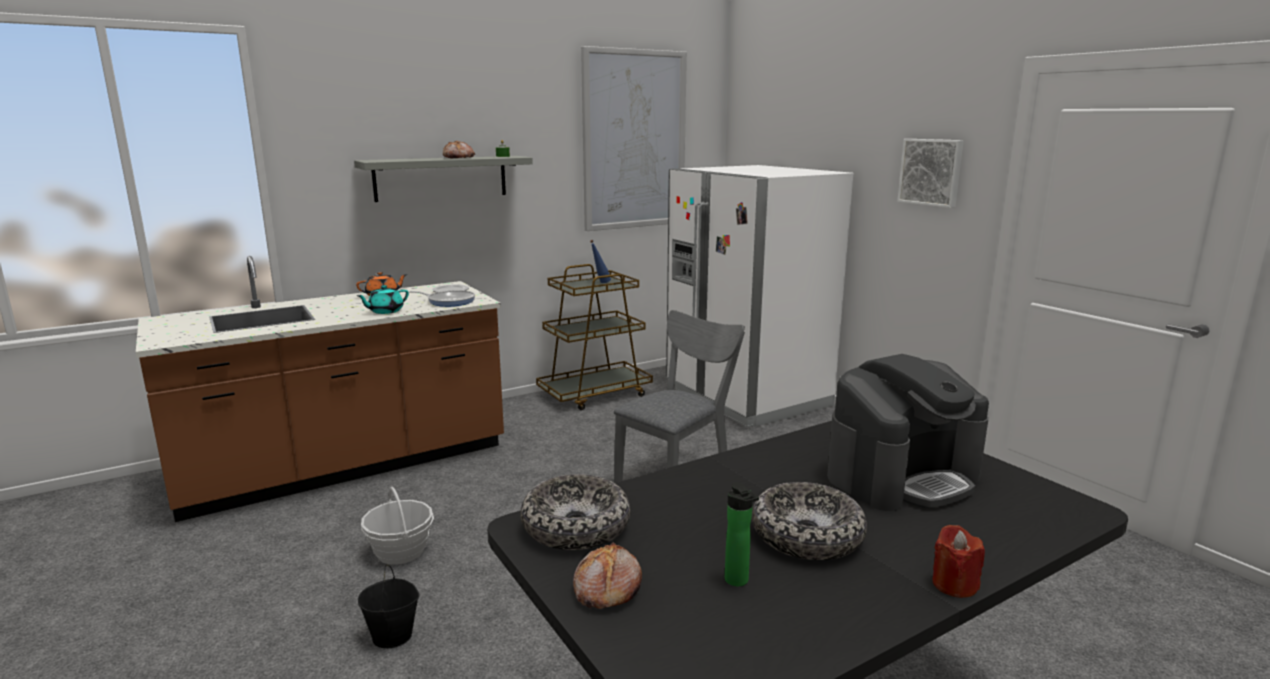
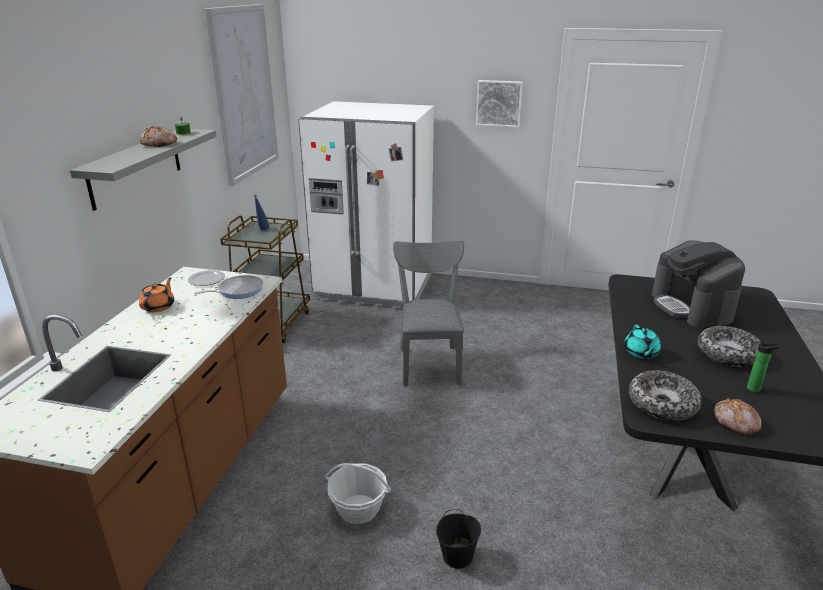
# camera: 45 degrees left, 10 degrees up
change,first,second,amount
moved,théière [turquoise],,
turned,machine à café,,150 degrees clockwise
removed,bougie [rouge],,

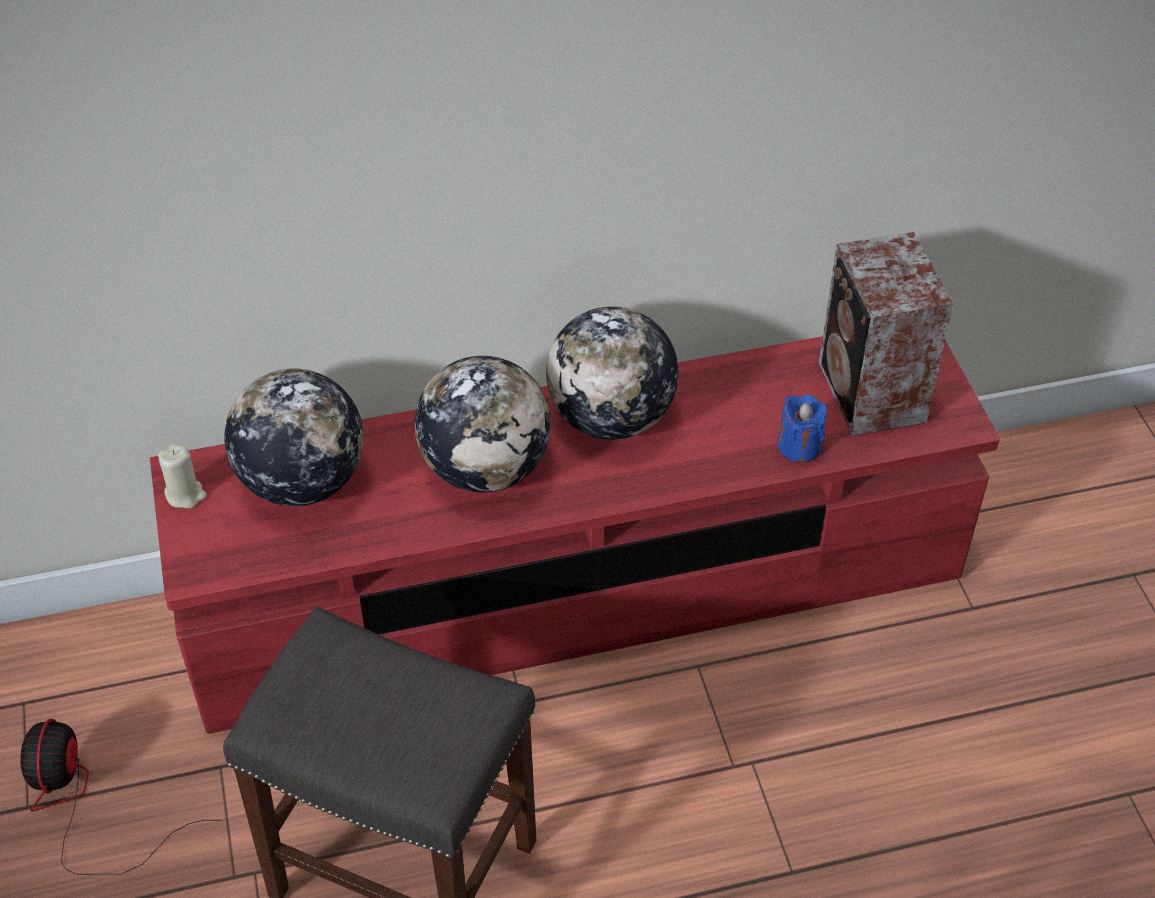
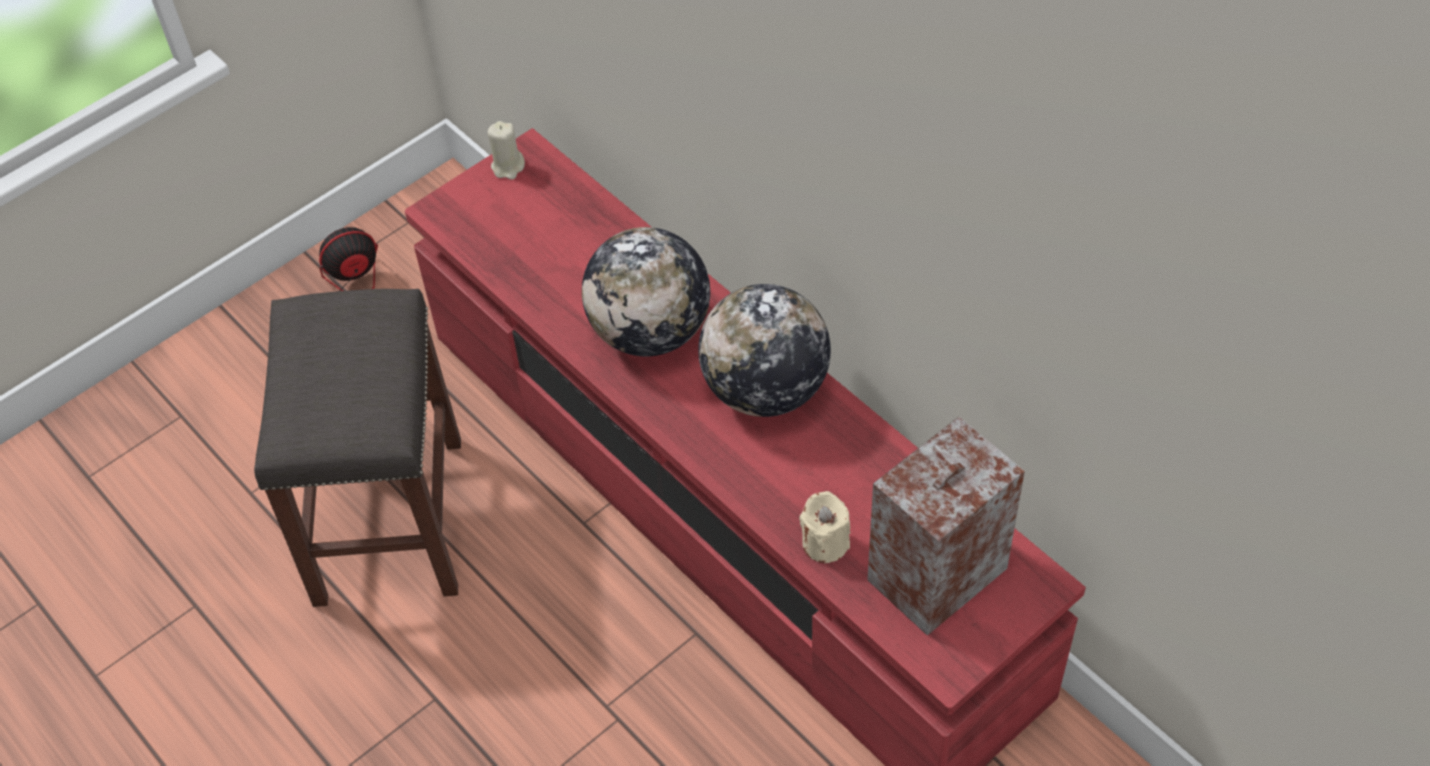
# camera: 65 degrees right, 5 degrees up
change,first,second,amount
removed,globe (1st from left),,
recoloured,bougie [bleu],bougie [beige] (2nd from left),

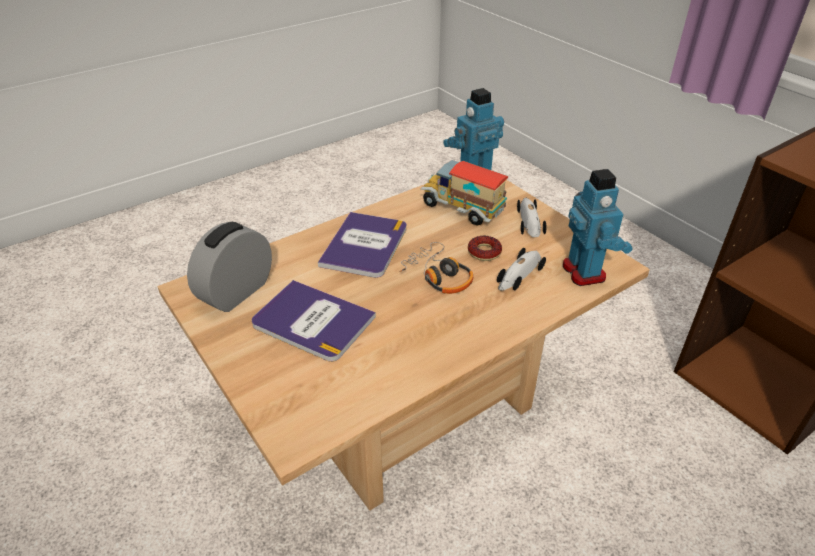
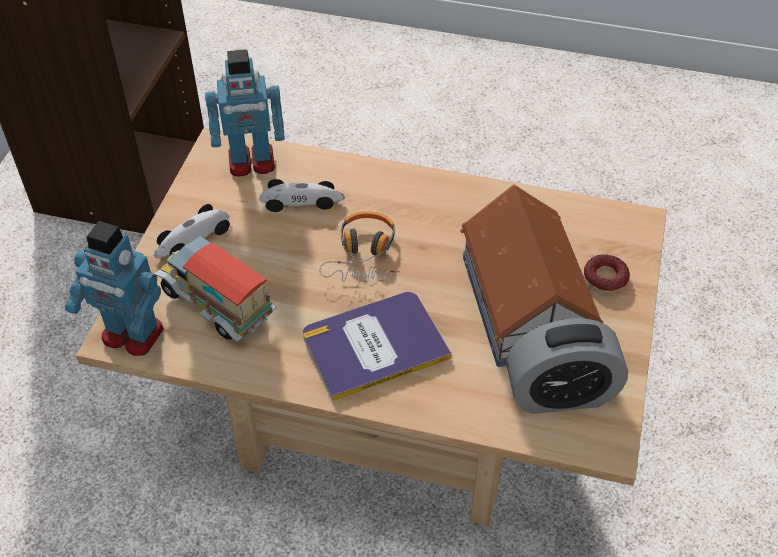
# camera: 130 degrees left, 10 degrees up
change,first,second,amount
replaced,livre (1st from left),maison miniature,
turned,camion jouet,,135 degrees clockwise
moved,beignet,,
turned,robot jouet (2nd from left),,135 degrees counterclockwise

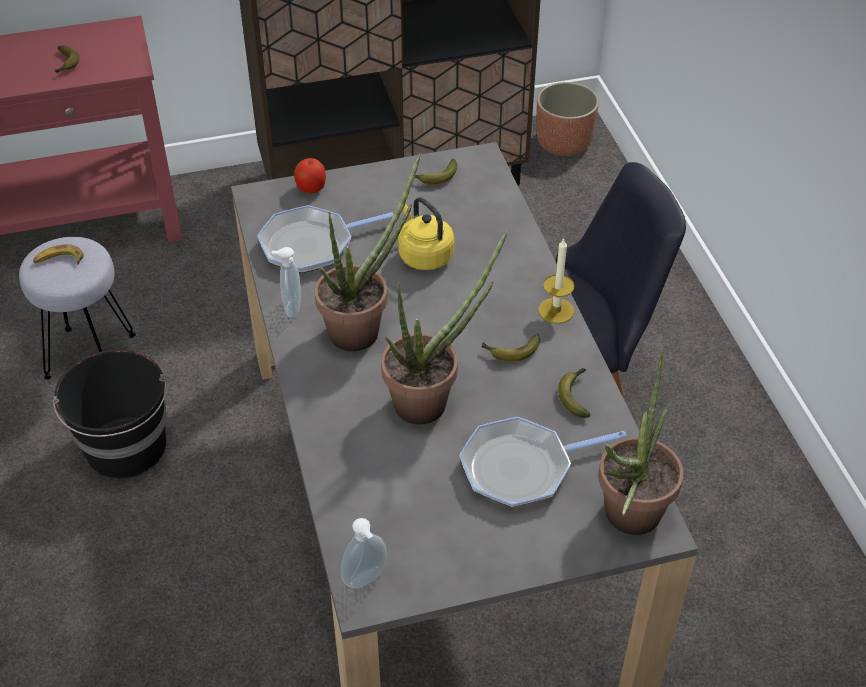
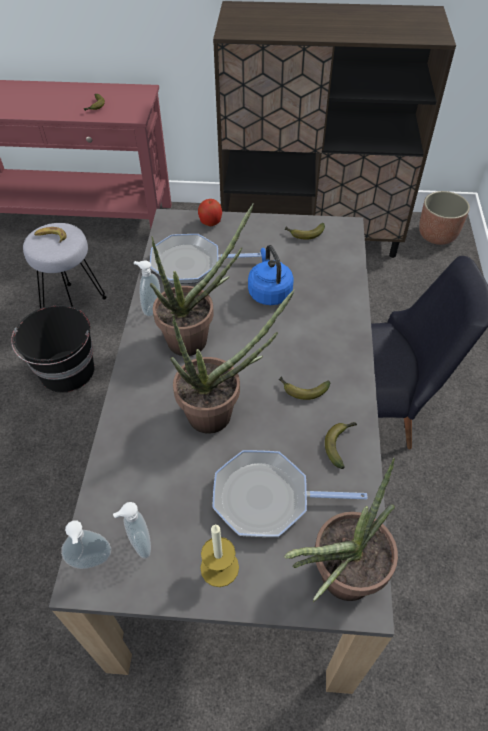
# camera: 20 degrees right, 5 degrees up
change,first,second,amount
recoloured,bouilloire [jaune],bouilloire [bleu],
moved,bougie,,
added,,distributeur de savon (2nd from left),

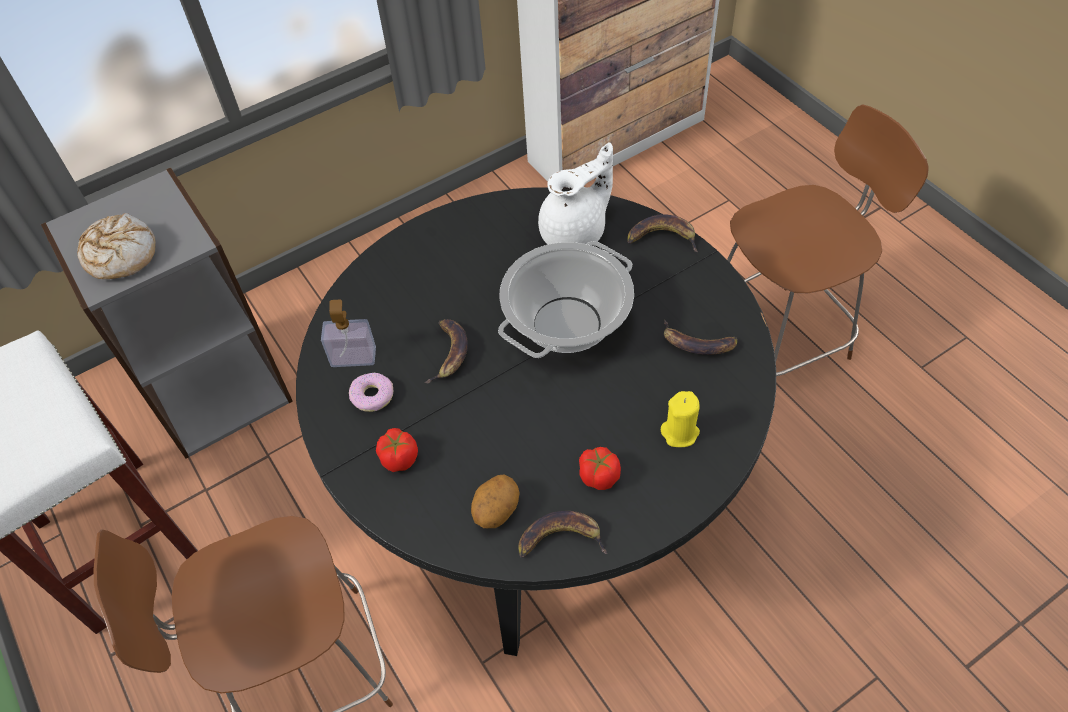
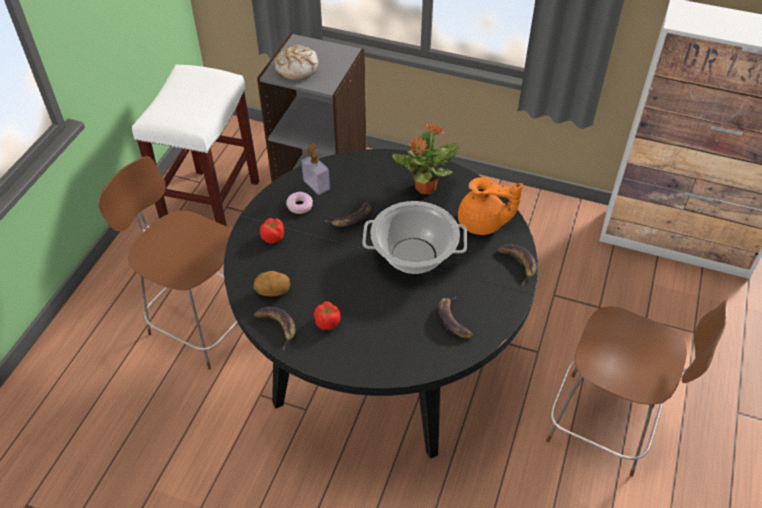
# camera: 50 degrees right, 5 degrees down
change,first,second,amount
recoloured,théière [blanc],théière [orange],
removed,bougie [jaune],,
added,,plante en pot,

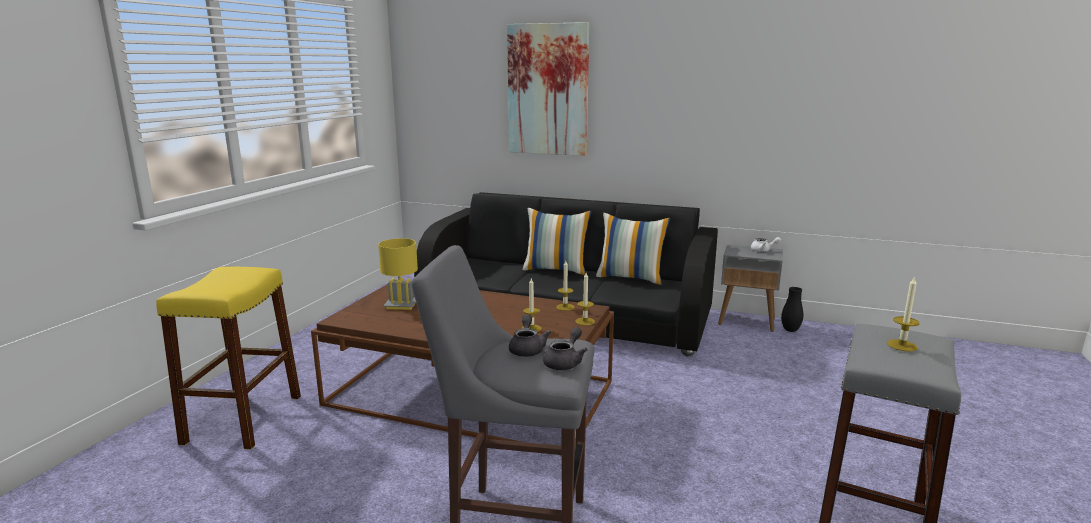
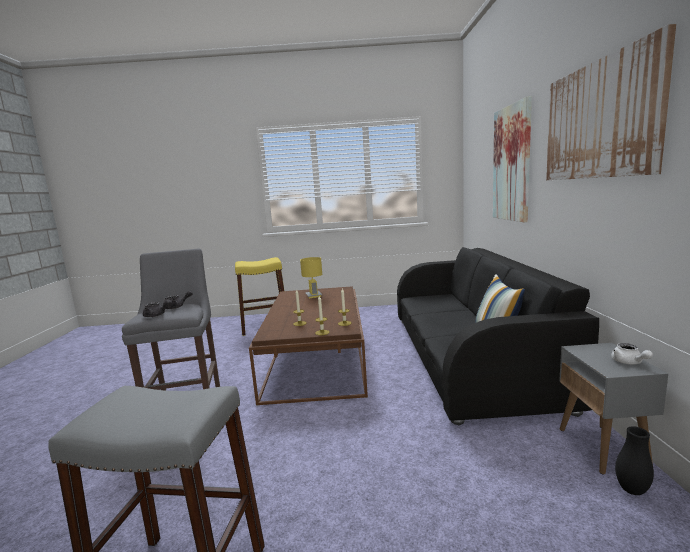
# camera: 70 degrees right, 5 degrees down
change,first,second,amount
removed,coussin (1st from left),,
removed,bougie (4th from left),,
added,,tableau (2nd from left),

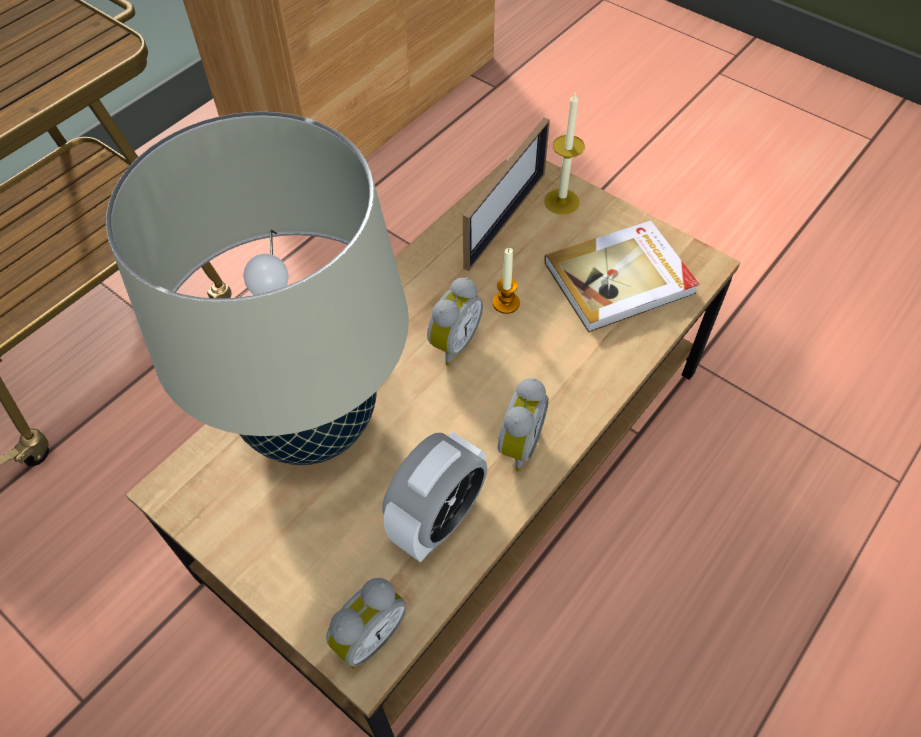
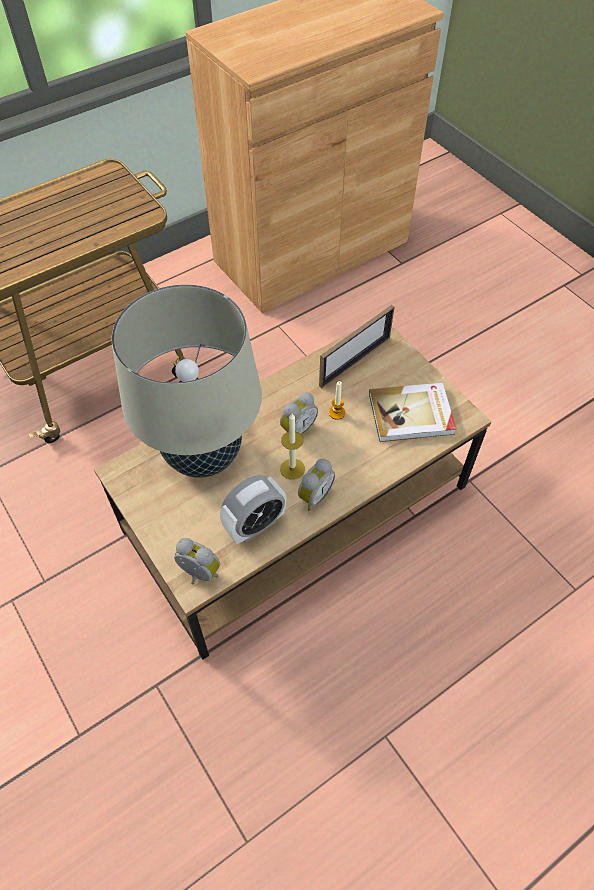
# camera: 15 degrees right, 0 degrees up
change,first,second,amount
turned,réveil (1st from left),,120 degrees counterclockwise
moved,bougie (2nd from left in the first image),bougie (1st from left),

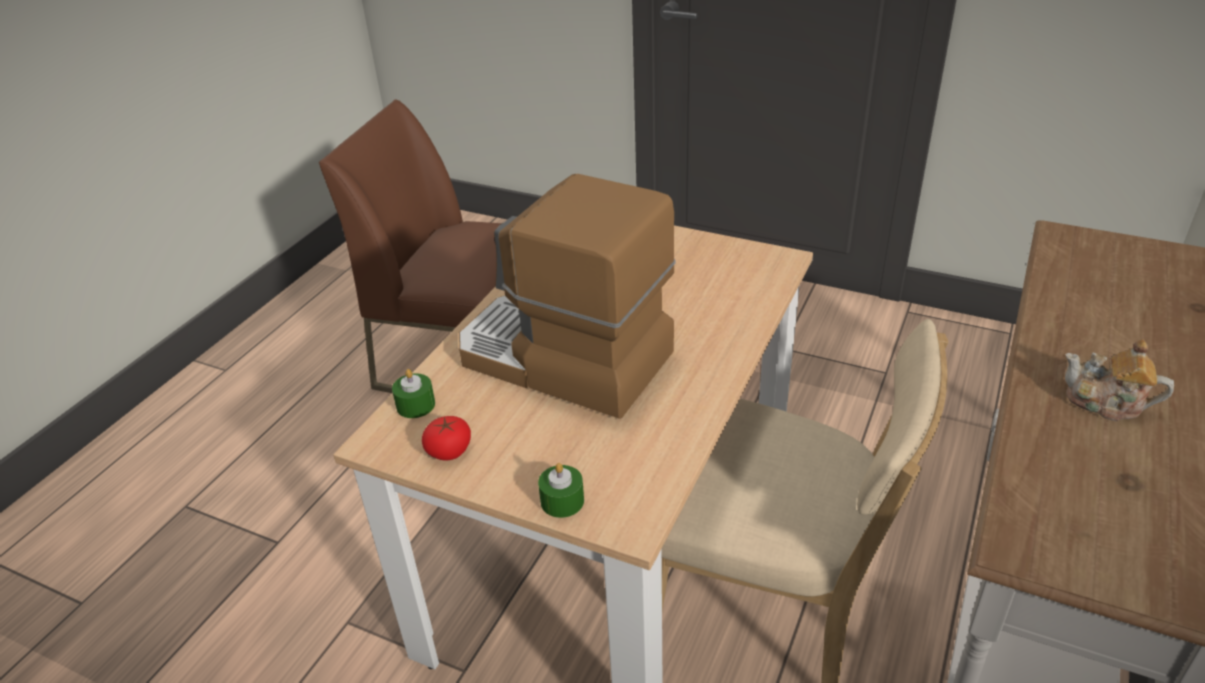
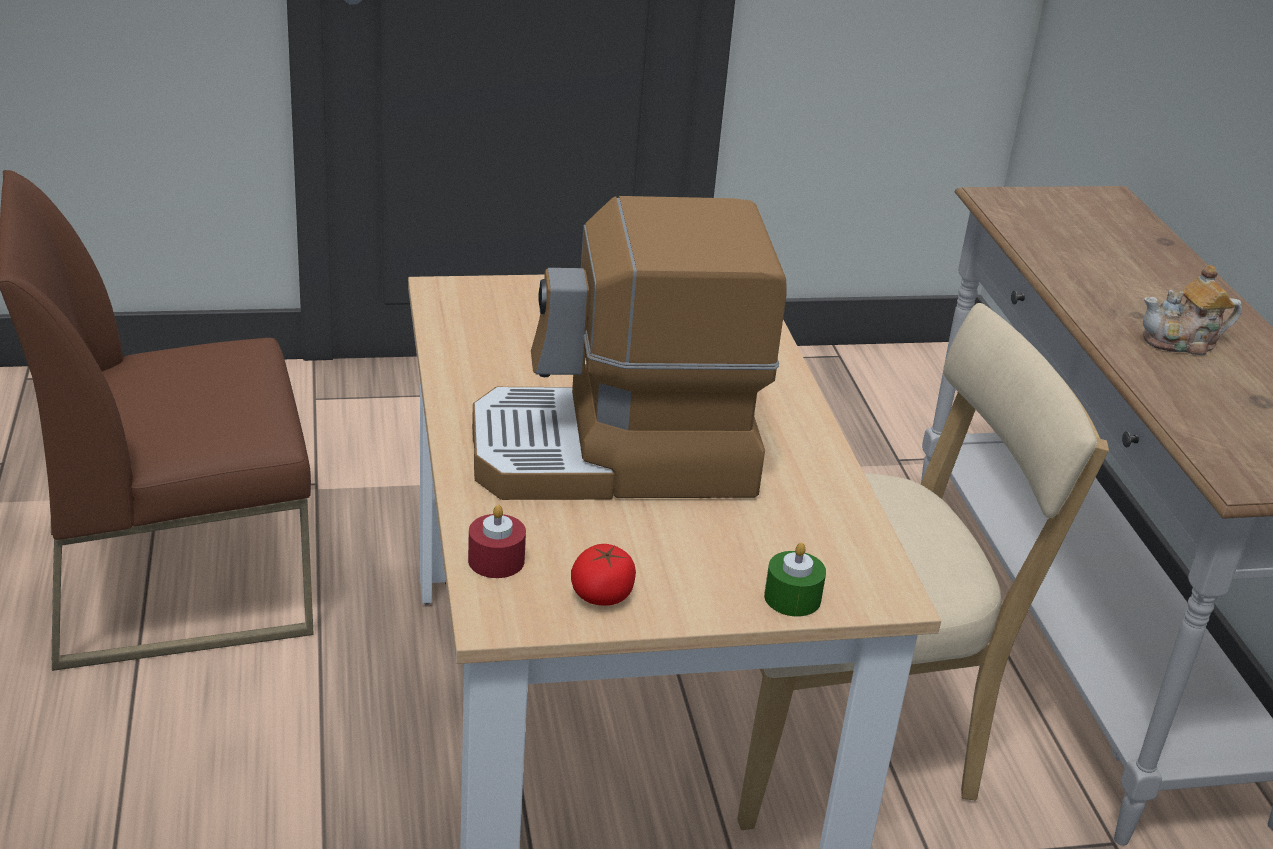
# camera: 40 degrees left, 5 degrees down
change,first,second,amount
recoloured,bougie [vert] (1st from left),bougie [rouge],

